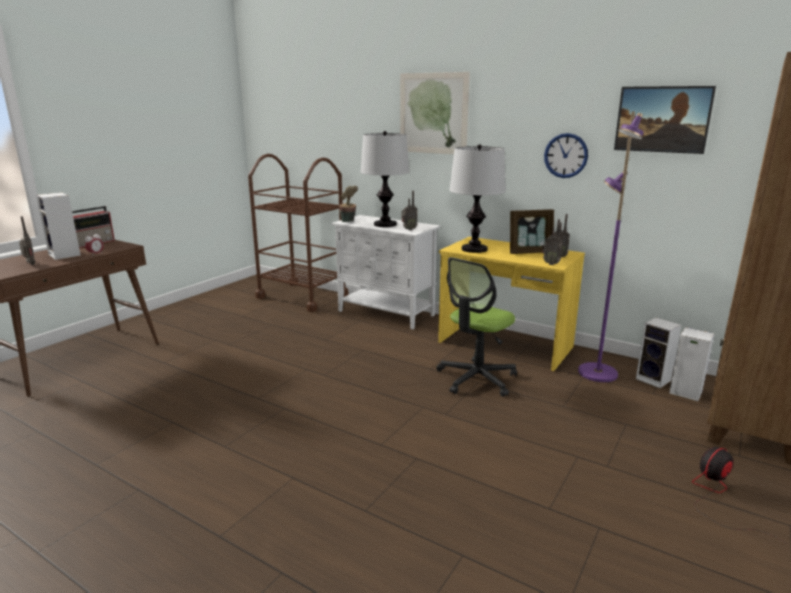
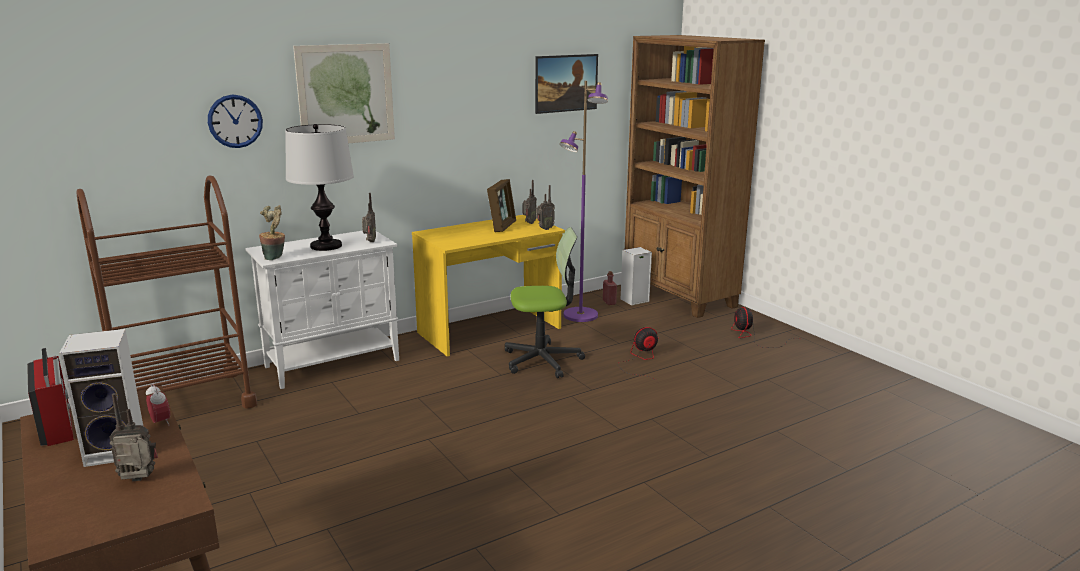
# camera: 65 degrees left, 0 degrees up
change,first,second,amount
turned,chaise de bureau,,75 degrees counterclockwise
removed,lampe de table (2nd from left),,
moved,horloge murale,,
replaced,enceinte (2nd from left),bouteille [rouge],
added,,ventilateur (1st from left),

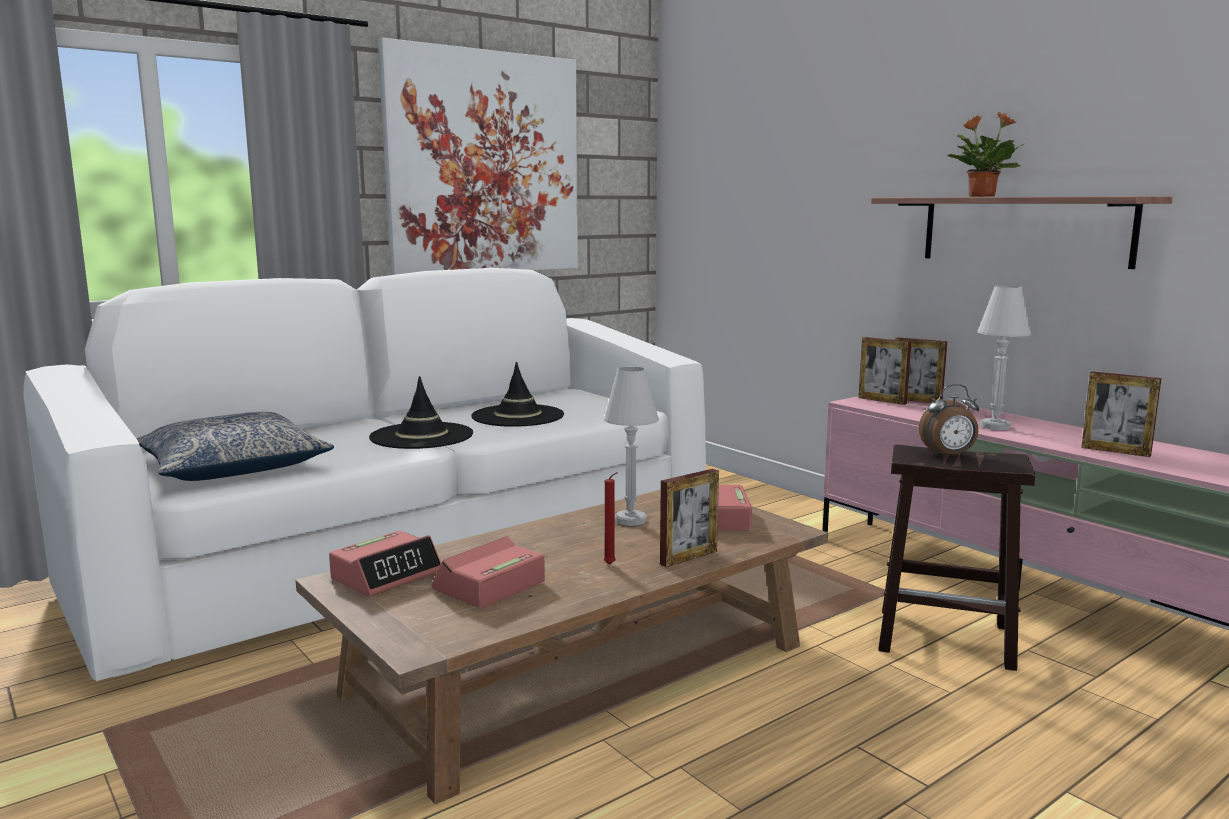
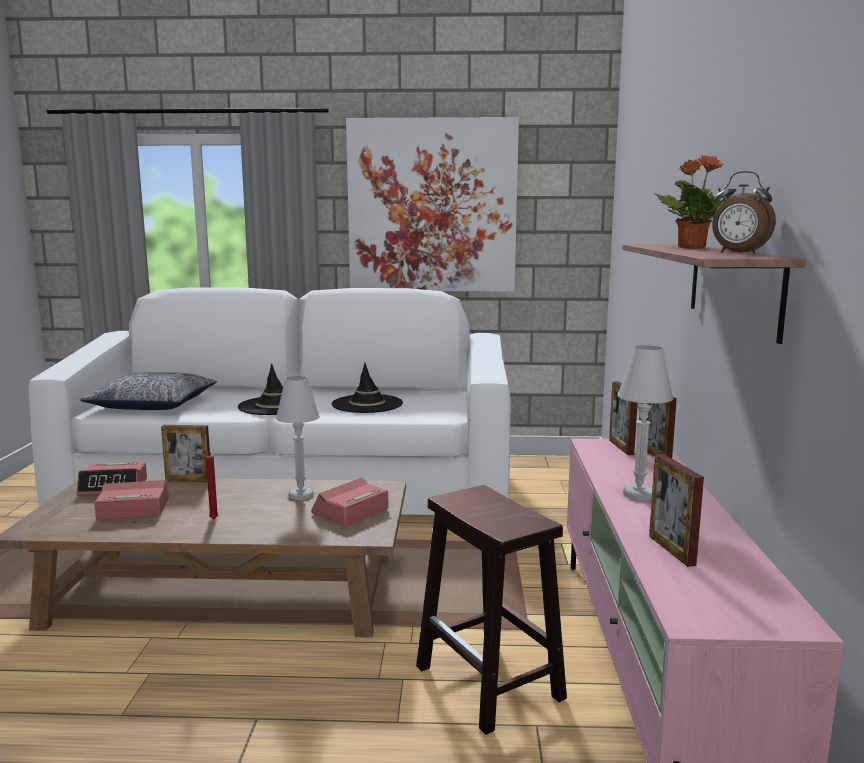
# camera: 40 degrees right, 0 degrees up
change,first,second,amount
moved,cadre photo (1st from left),,
moved,réveil (4th from left),,

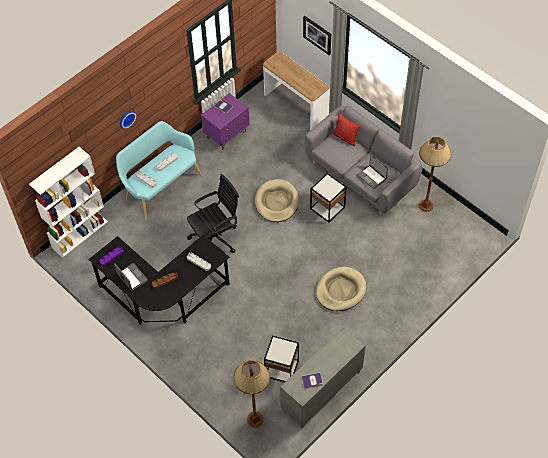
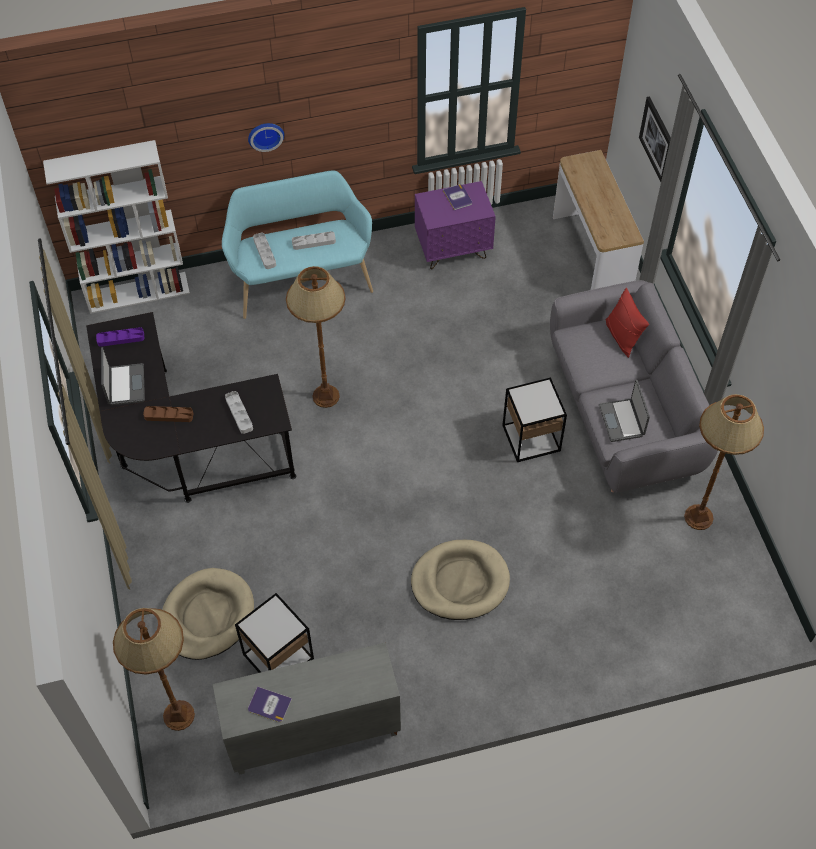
# camera: 30 degrees right, 0 degrees up
change,first,second,amount
replaced,chaise de bureau [noir],lampadaire [marron] (2nd from left),
moved,panier pour chien [beige] (1st from left),,

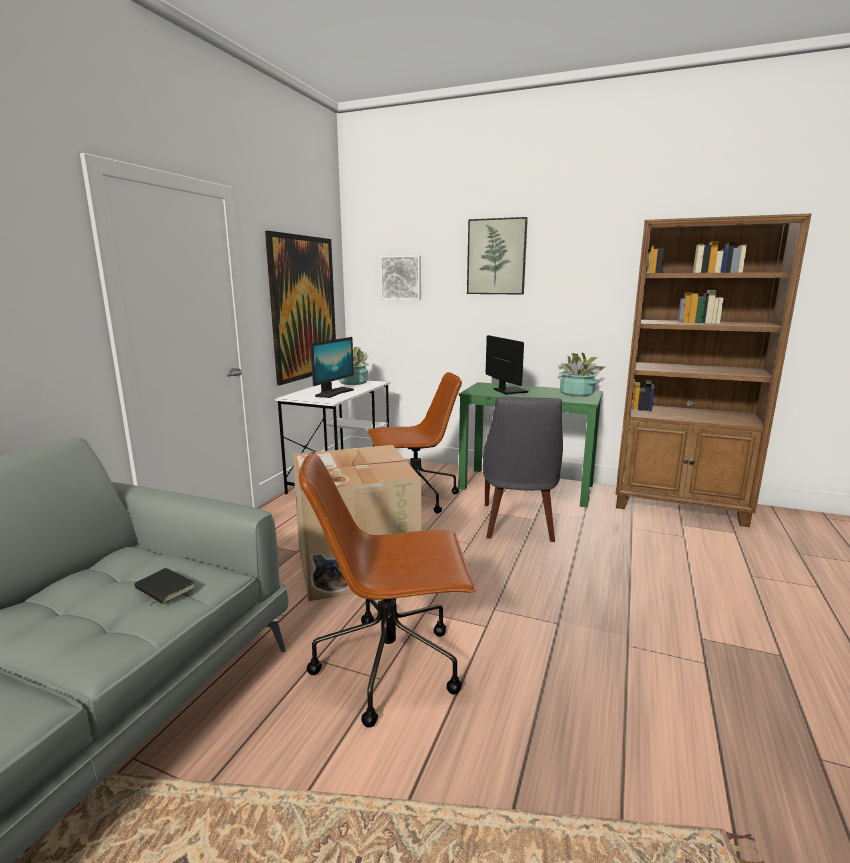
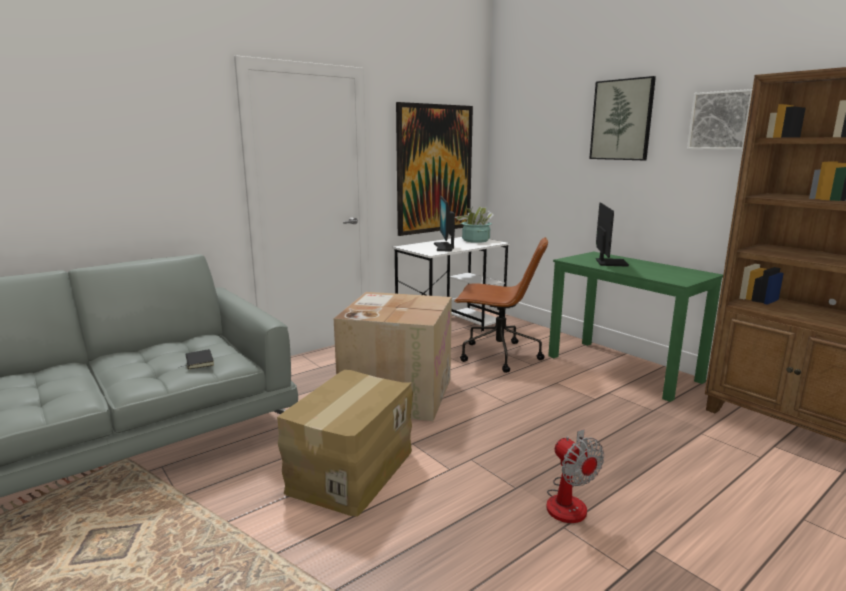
# camera: 30 degrees right, 0 degrees up
change,first,second,amount
replaced,chaise de bureau [marron] (1st from left),carton (1st from left),
turned,écran d'ordinateur (1st from left),,120 degrees clockwise
moved,tableau (2nd from left in the first image),tableau (3rd from left),
removed,chaise [gris],,
removed,plante en pot (2nd from left),,
added,,ventilateur,

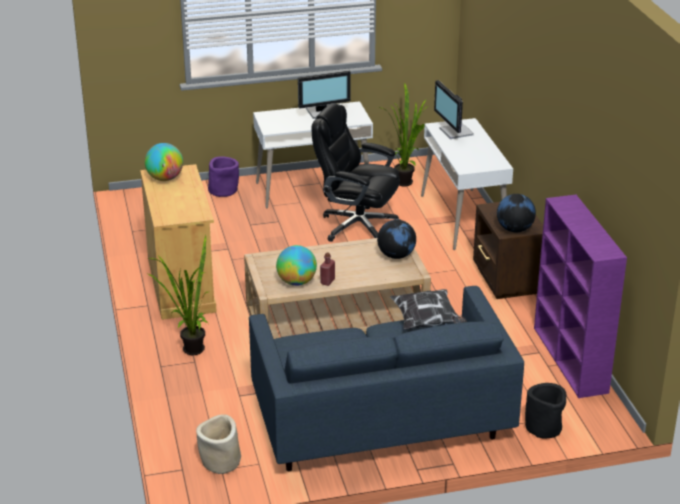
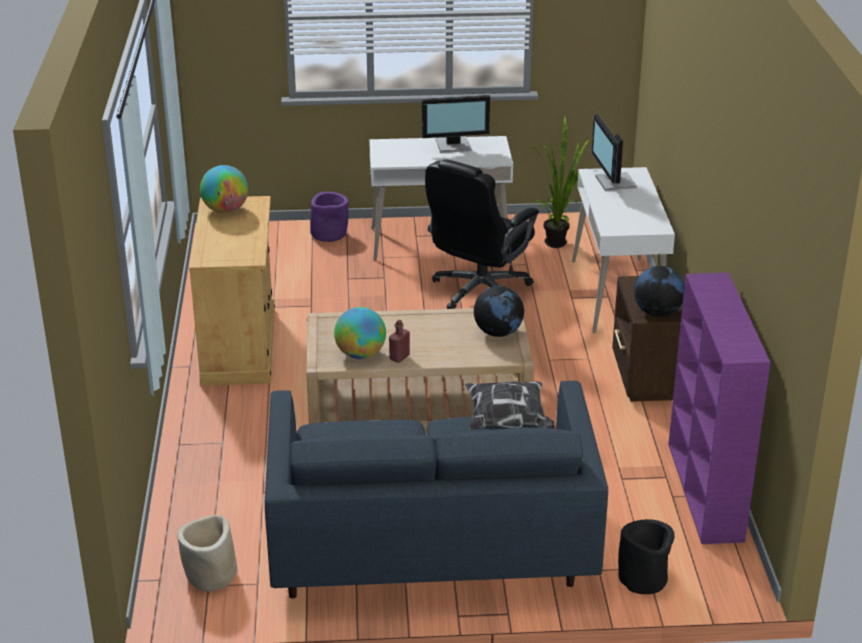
# camera: 10 degrees right, 0 degrees up
change,first,second,amount
removed,plante en pot (1st from left),,
turned,chaise de bureau [noir],,90 degrees counterclockwise

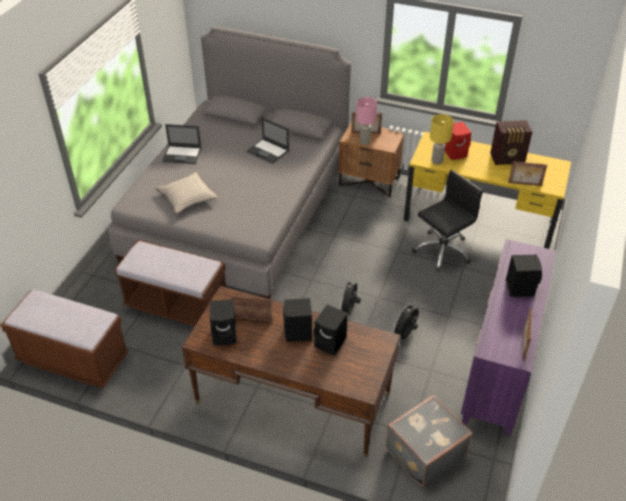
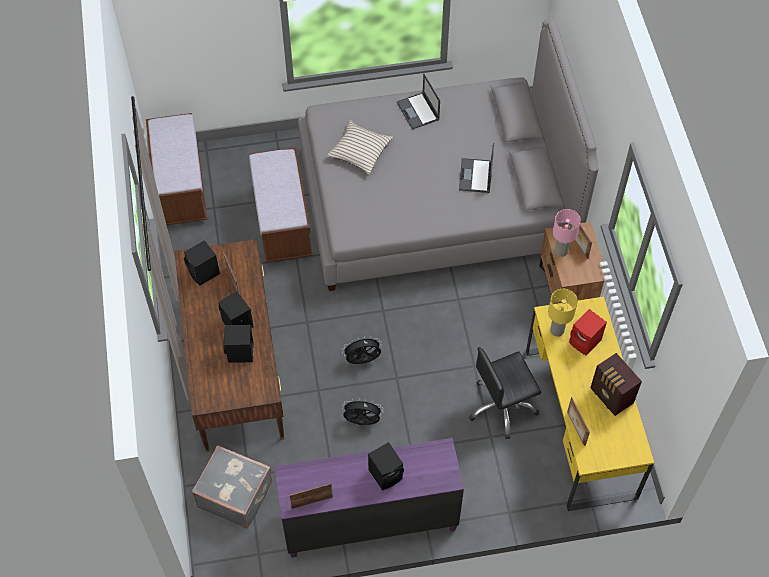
# camera: 60 degrees right, 15 degrees up
change,first,second,amount
turned,chaise de bureau [noir],,135 degrees clockwise

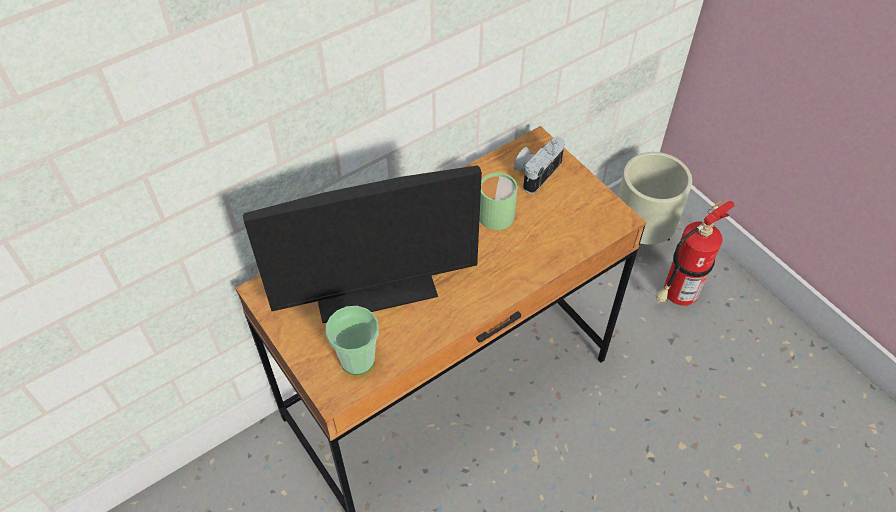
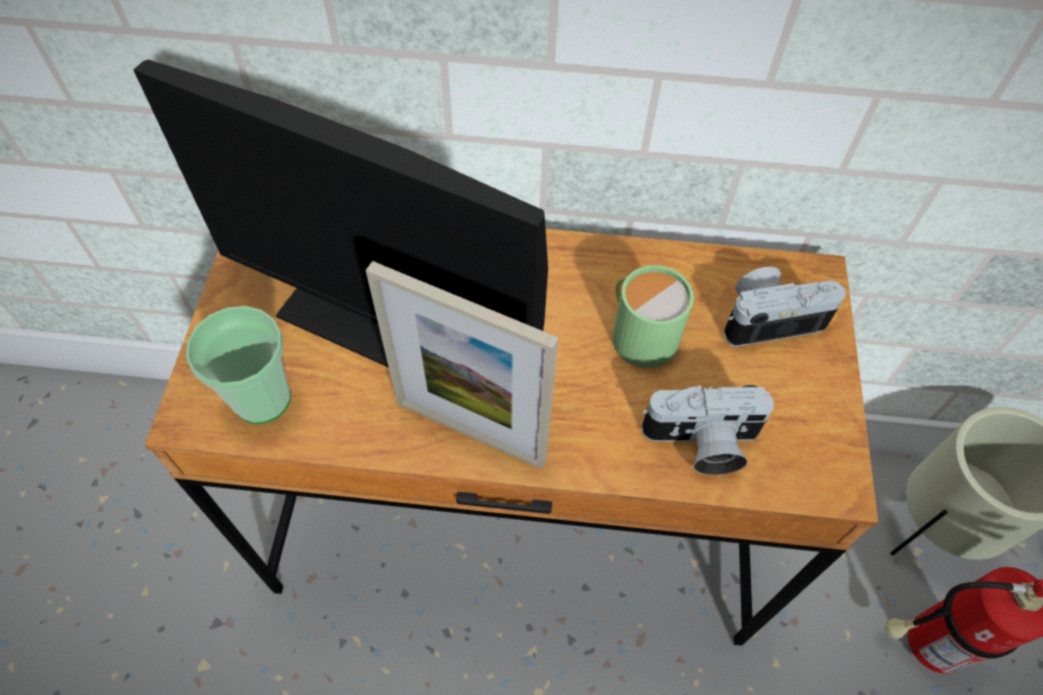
# camera: 40 degrees right, 5 degrees up
change,first,second,amount
added,,cadre photo,
added,,appareil photo (1st from left),

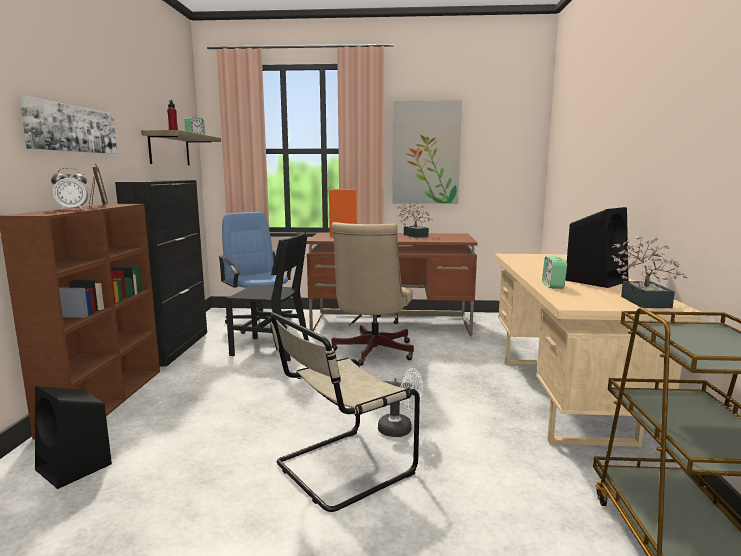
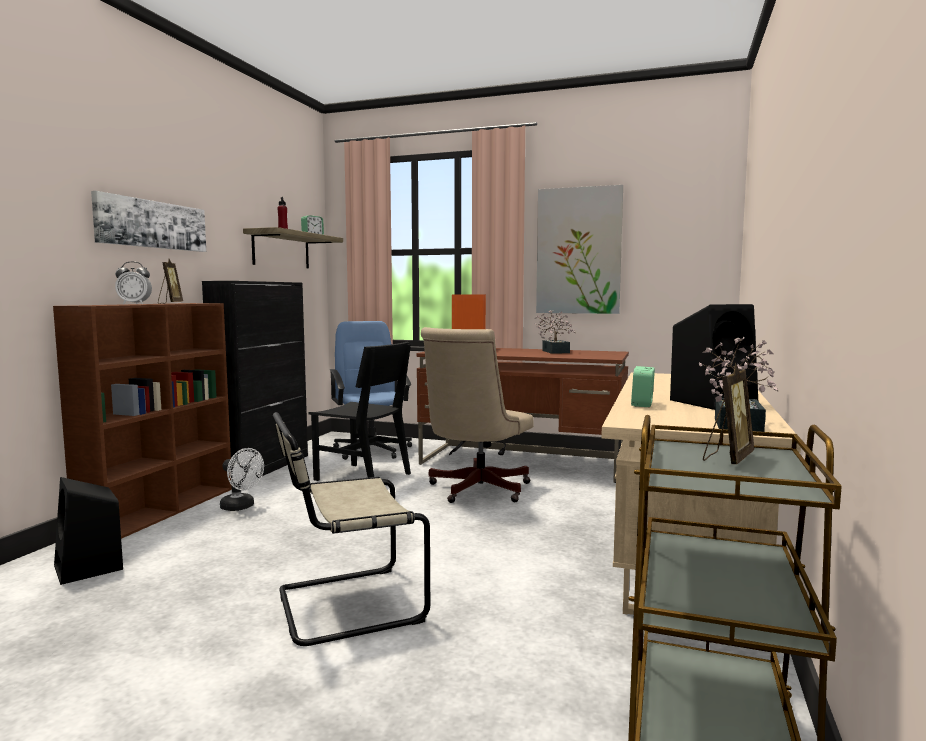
# camera: 15 degrees right, 5 degrees down
change,first,second,amount
moved,ventilateur [blanc],,
added,,cadre photo (2nd from left),

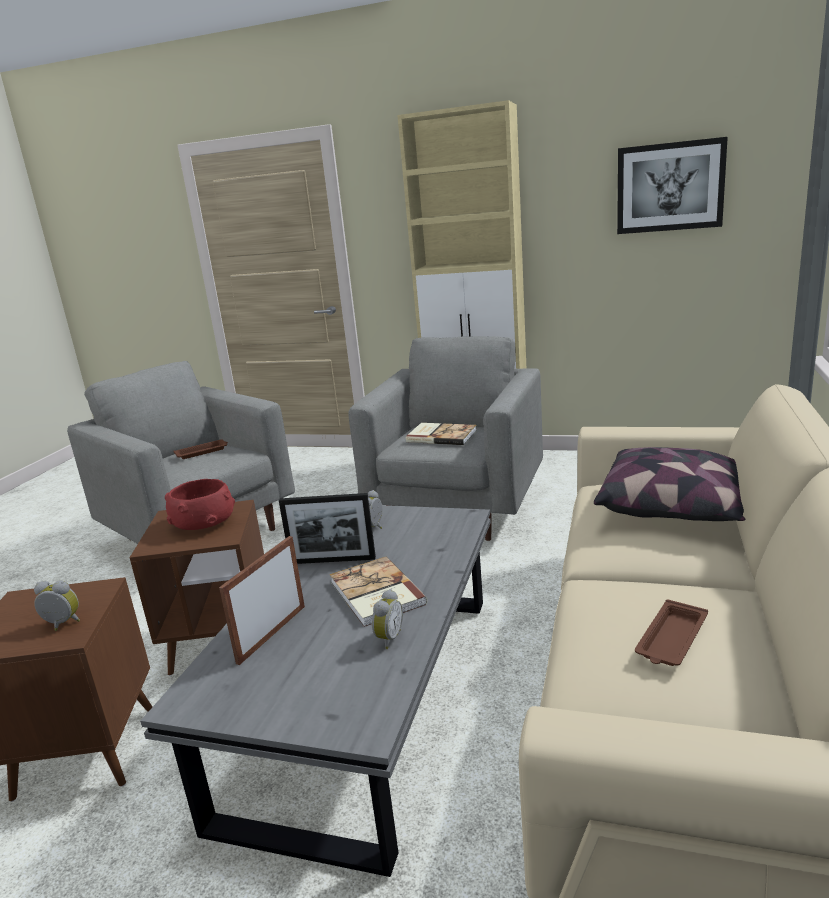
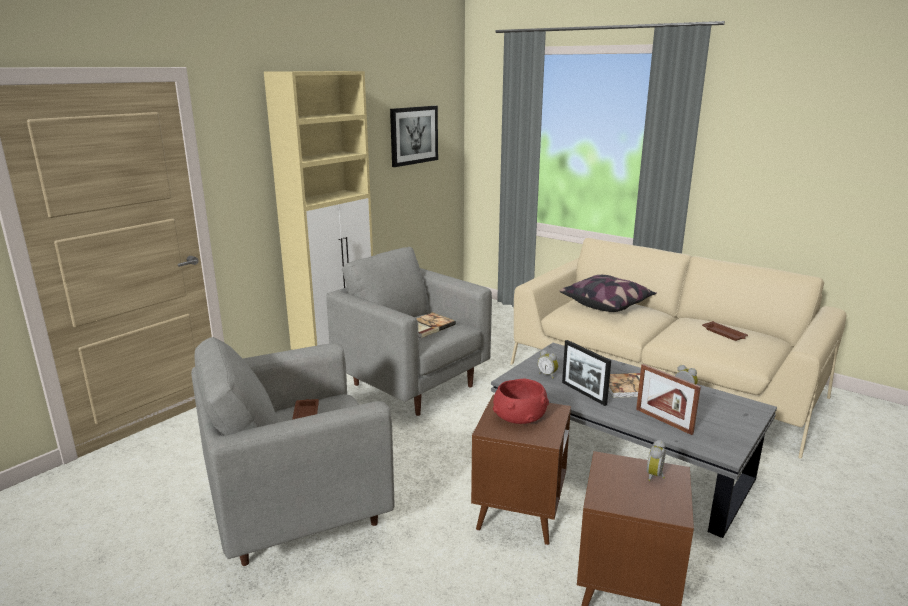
# camera: 70 degrees left, 0 degrees up
change,first,second,amount
turned,cadre photo (2nd from left in the first image),cadre photo (1st from left),120 degrees clockwise

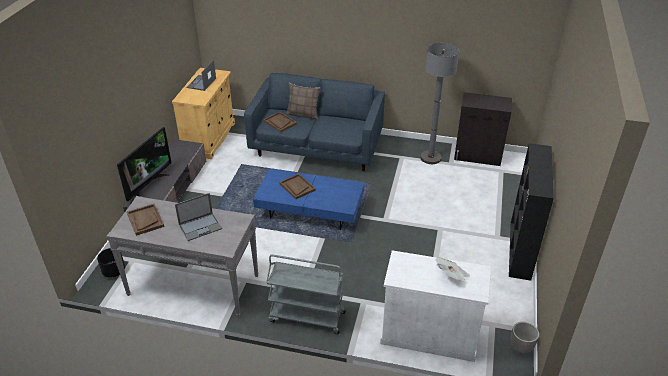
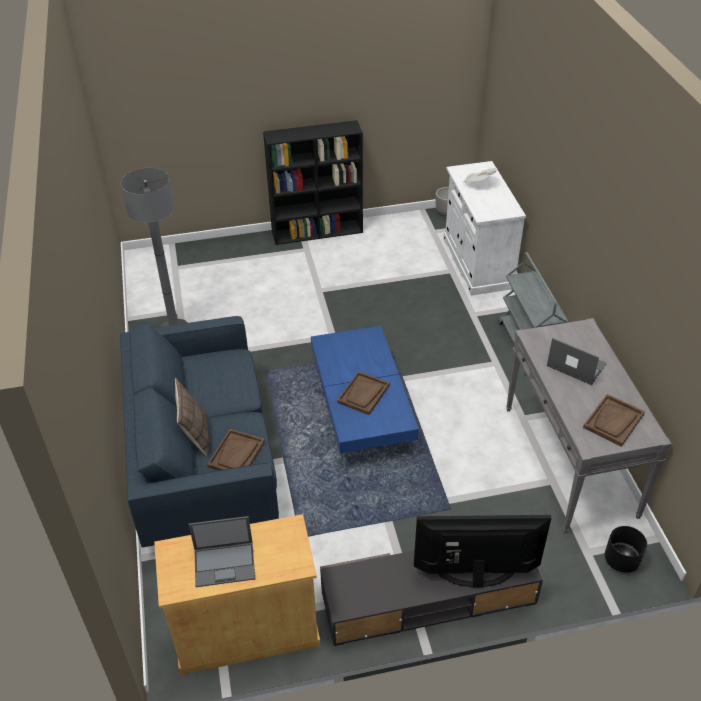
# camera: 115 degrees left, 5 degrees up
change,first,second,amount
removed,meuble de rangement [noir],,

